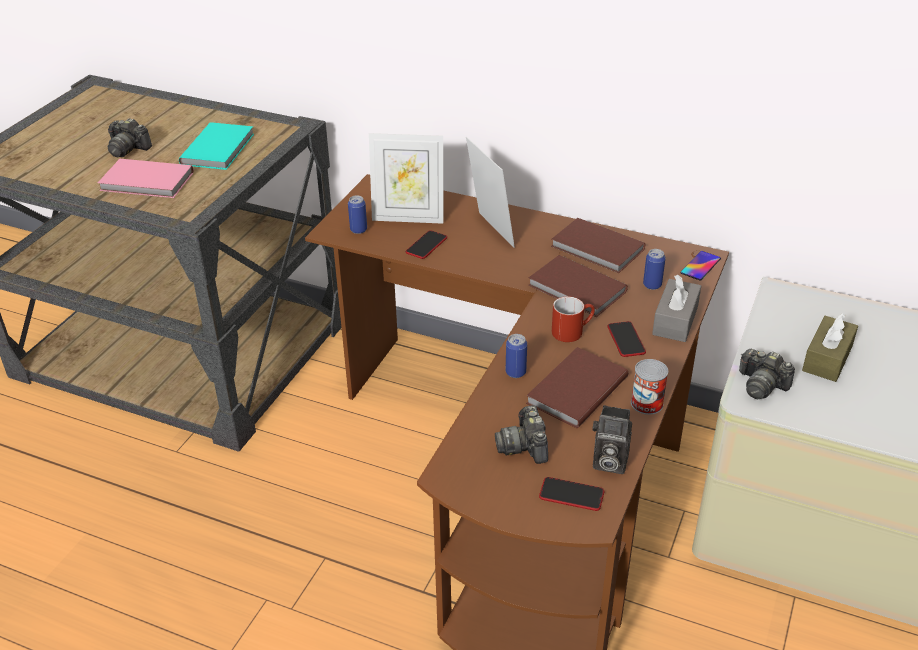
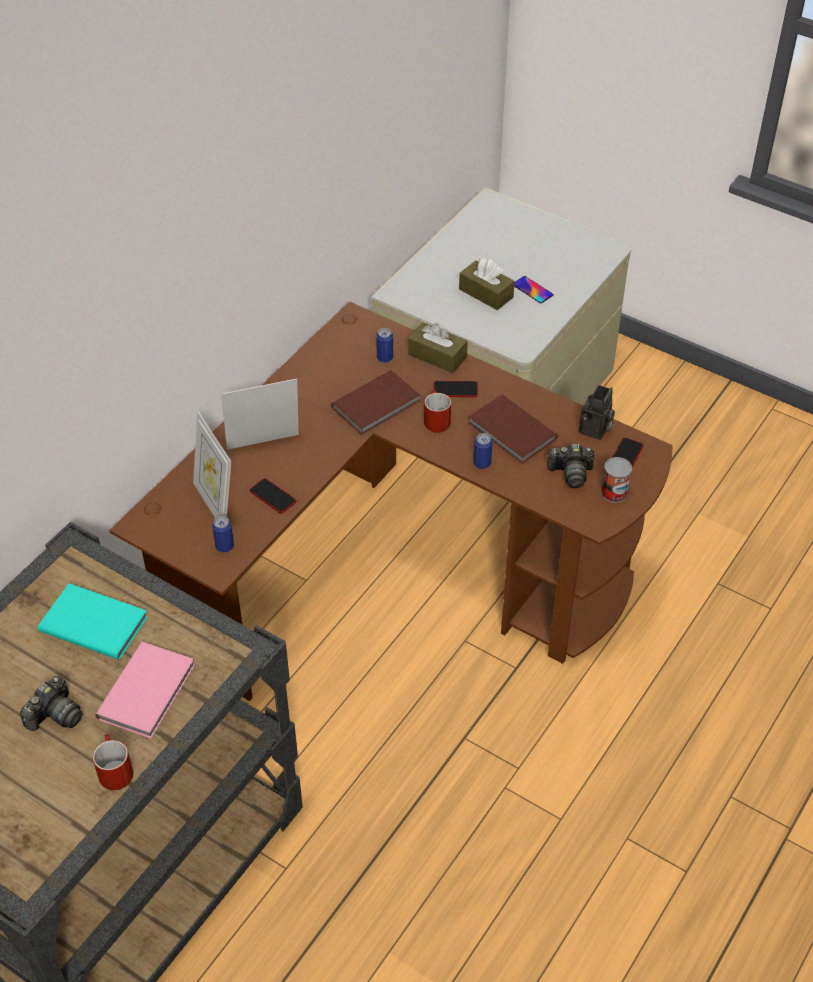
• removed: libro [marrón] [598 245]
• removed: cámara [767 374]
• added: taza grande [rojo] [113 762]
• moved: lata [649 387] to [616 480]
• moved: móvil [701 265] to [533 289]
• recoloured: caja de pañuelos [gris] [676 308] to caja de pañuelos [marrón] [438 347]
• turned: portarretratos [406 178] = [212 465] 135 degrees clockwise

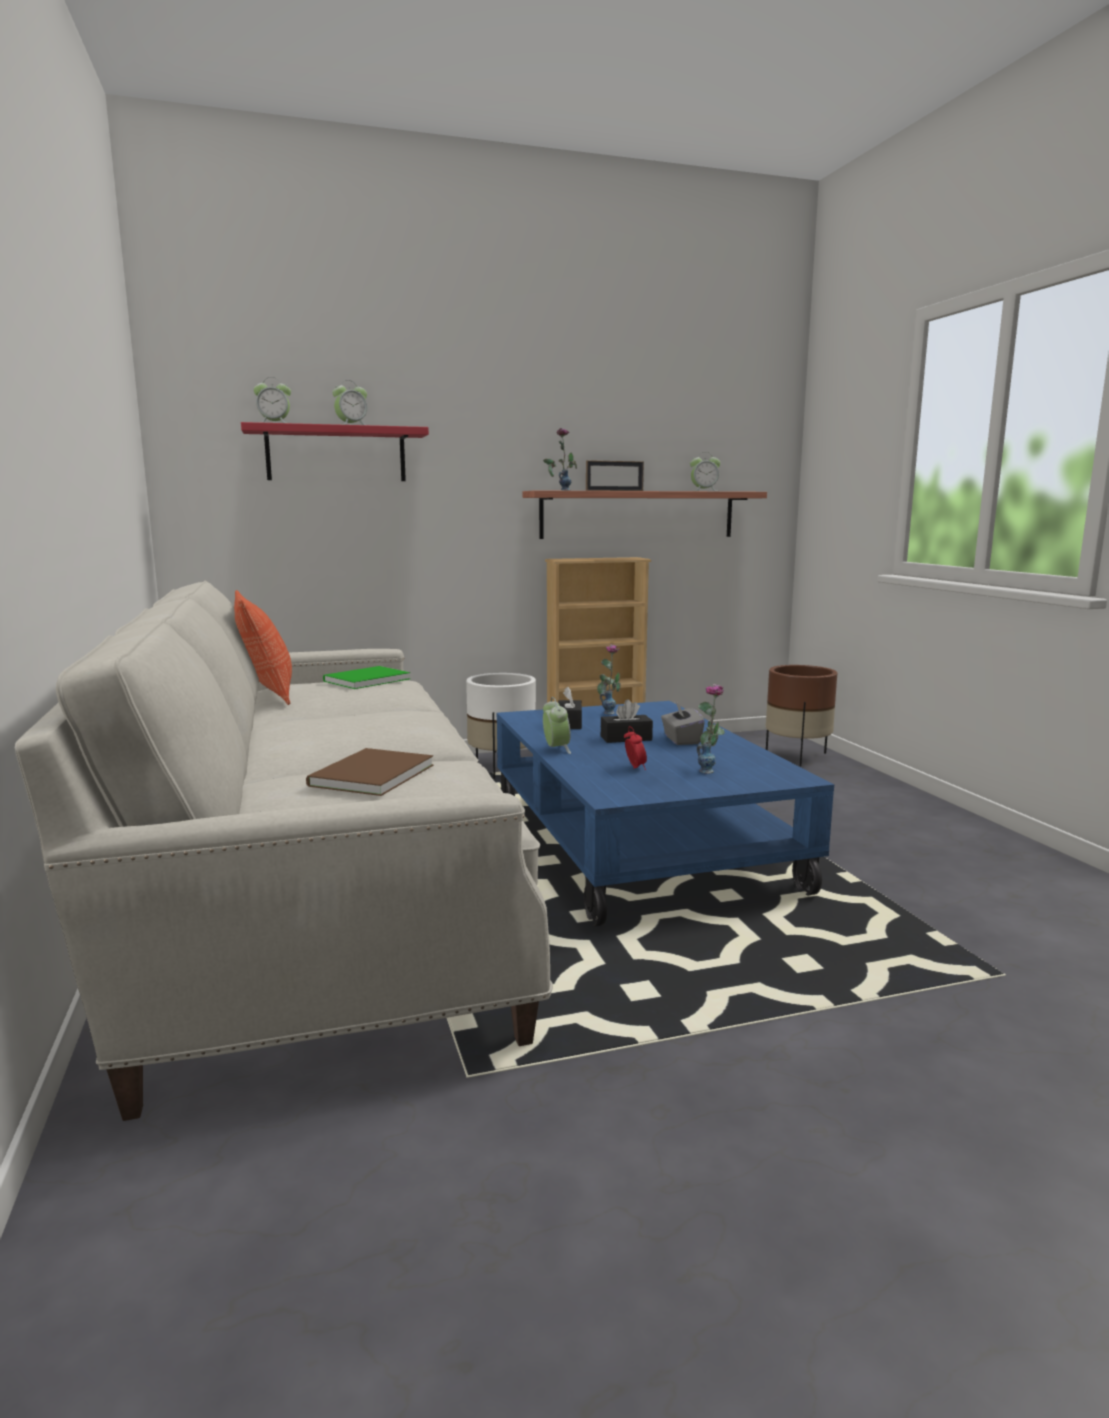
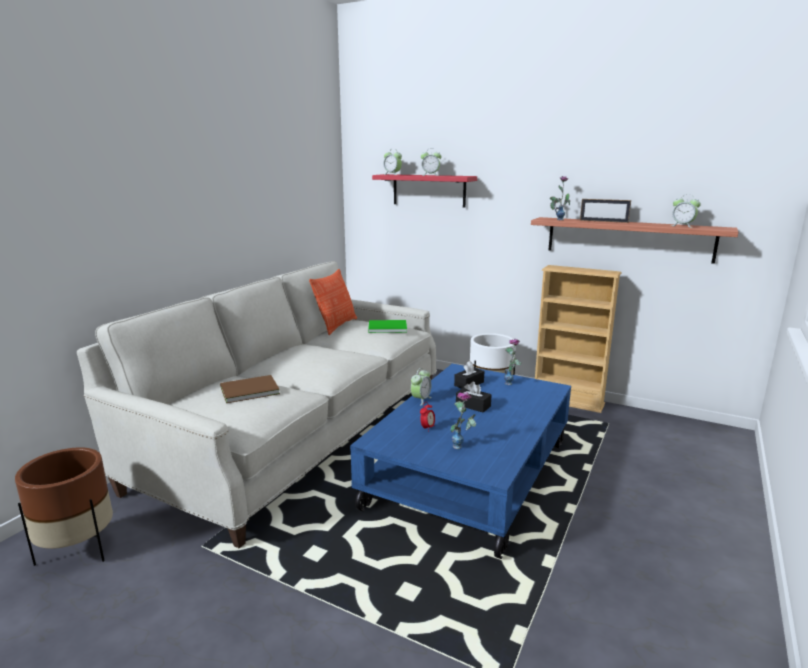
• removed: caja de pañuelos [gris] [683 722]
• moved: maceta [marrón] [801 715] to [64 506]

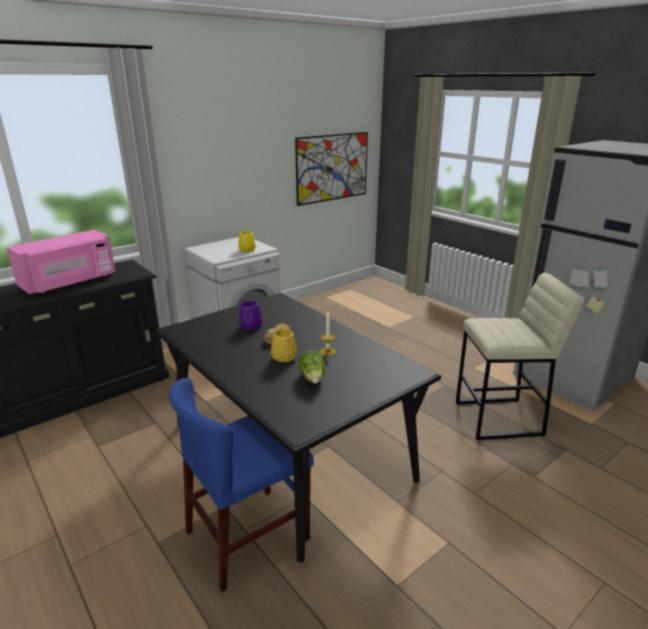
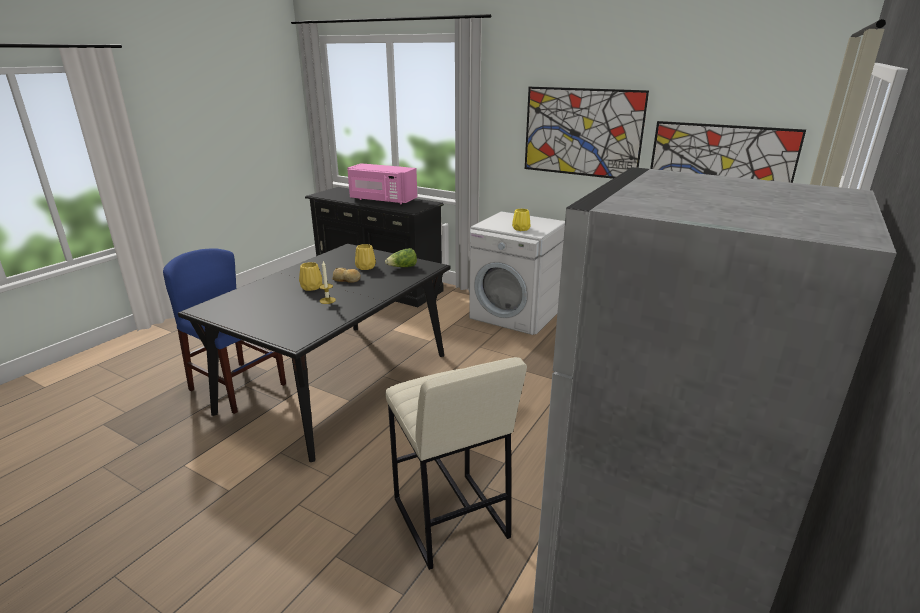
• added: cuadro [587 133]
• moved: lechuga [311 366] to [401 257]
• recoloured: florero [morado] [250 315] to florero [amarillo] [365 257]

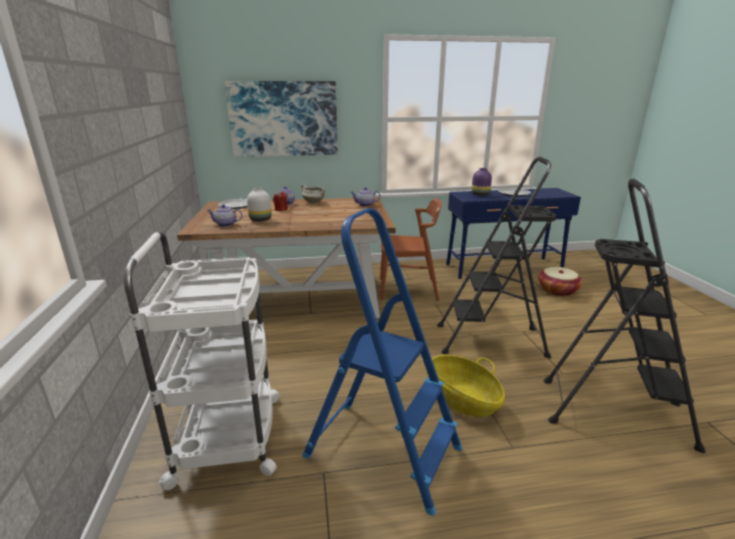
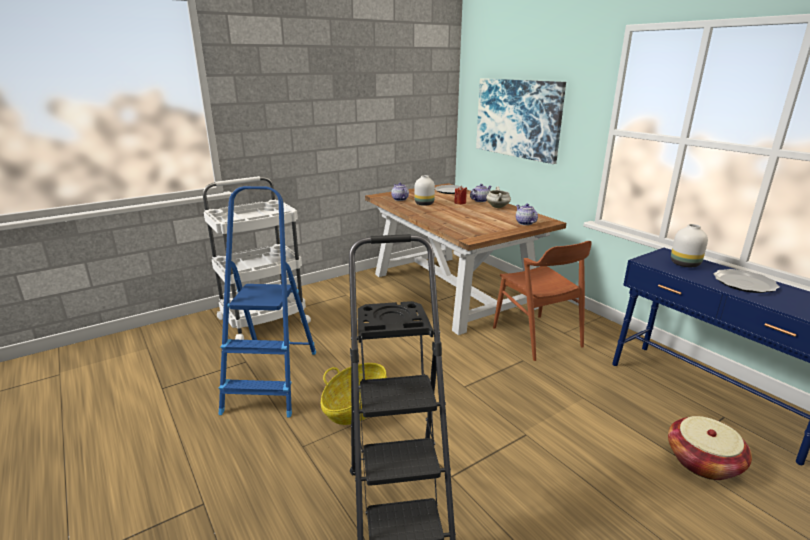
• removed: escalera de tijera [497 257]
• recoloured: florero [morado] [482 182] to florero [blanco] [689 245]

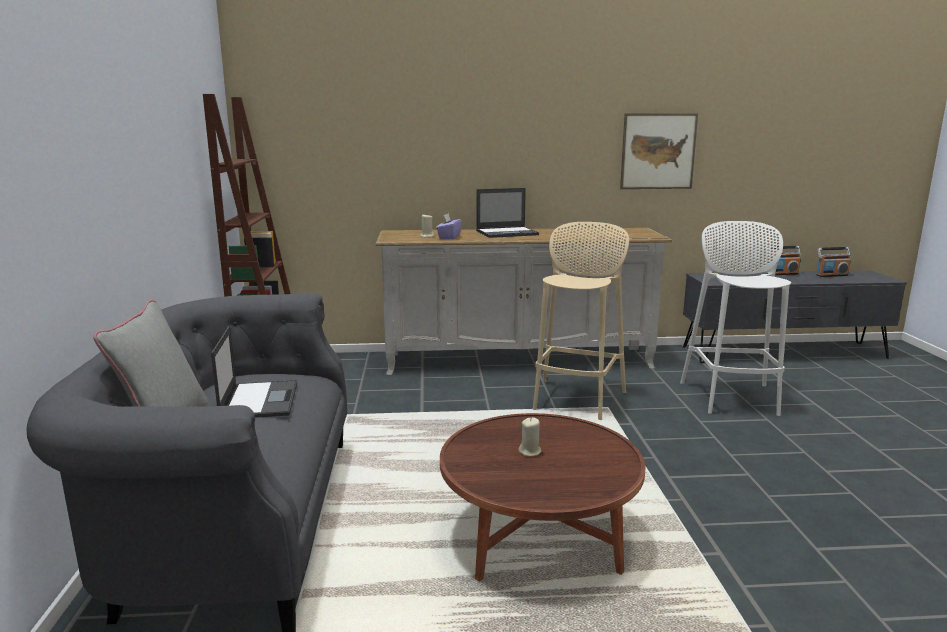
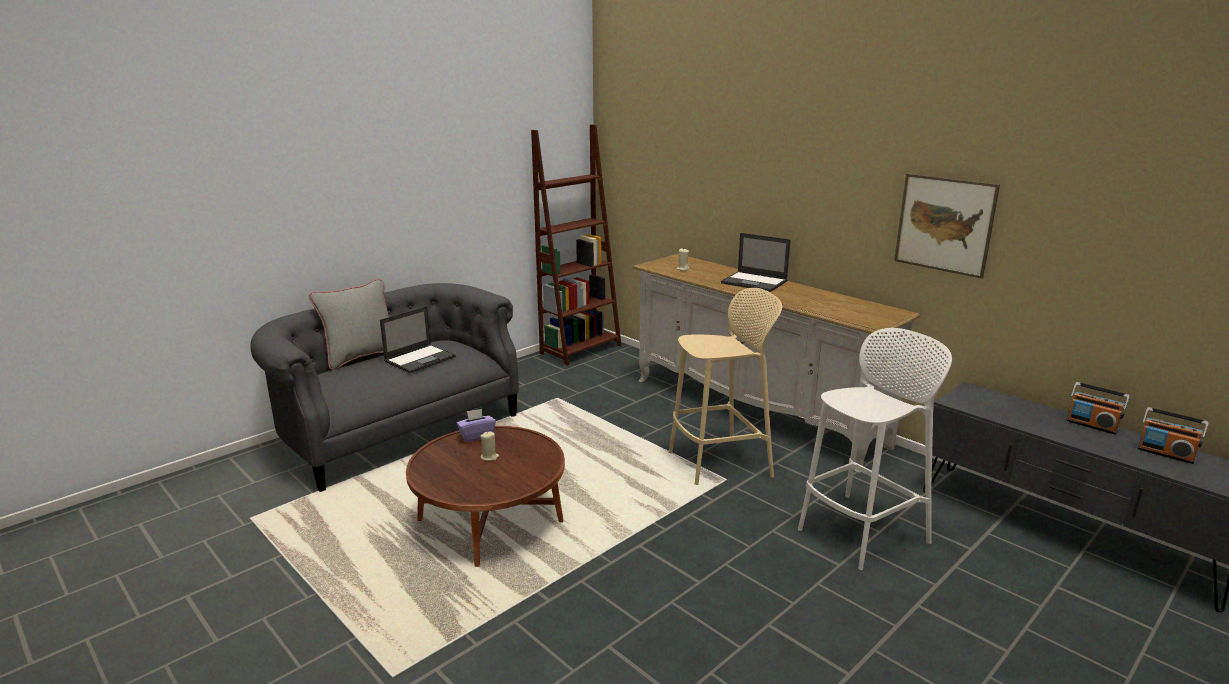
• moved: caja de pañuelos [morado] [449 226] to [476 425]

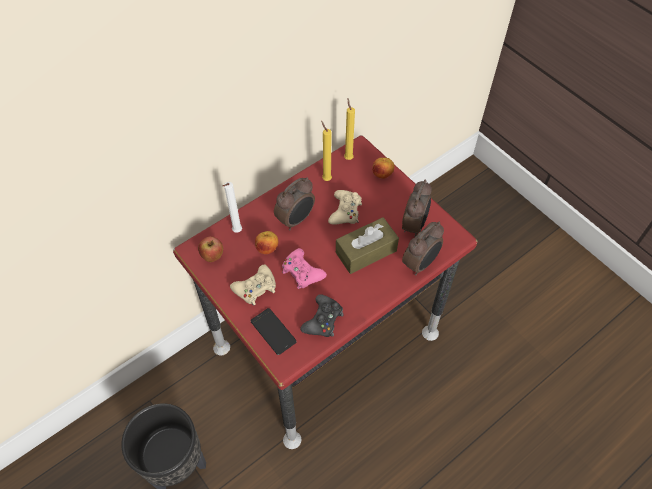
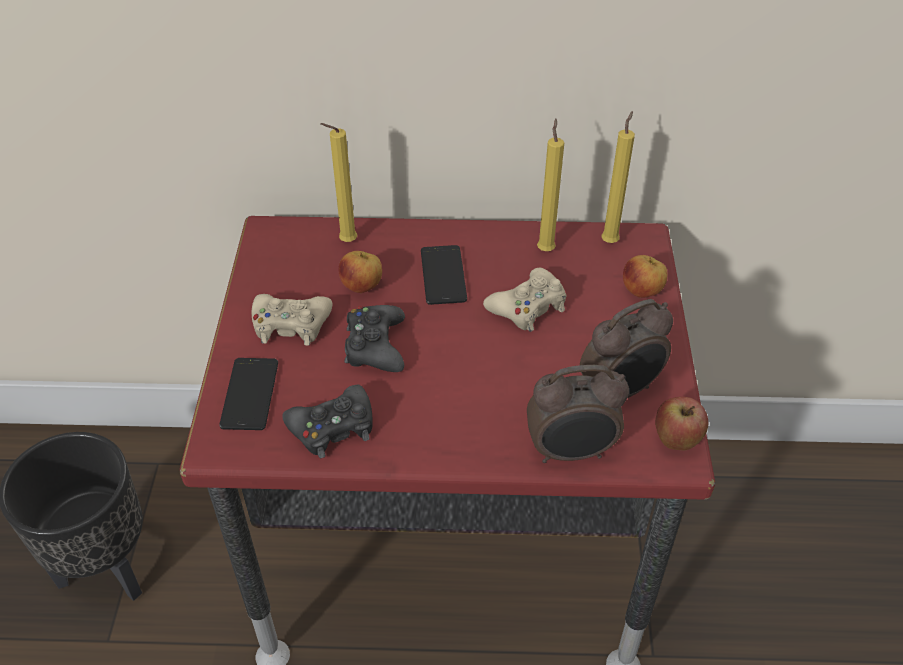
• removed: caja de pañuelos [marrón] [367 245]
• moved: manzana [210 249] to [681 423]
• replaced: despertador [294 204] to móvil [444 275]
• recoloured: vela [blanco] [232 207] to vela [amarillo] [338 182]
• recoloured: mando de consola [rosa] [304 268] to mando de consola [negro] [374 338]

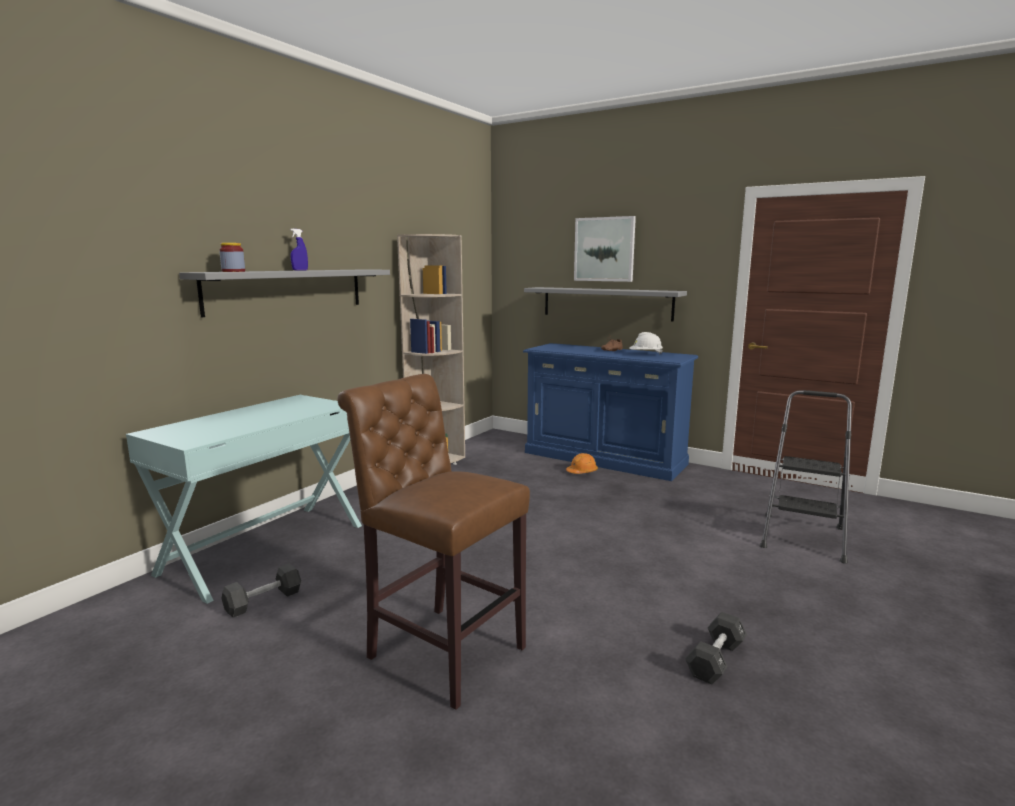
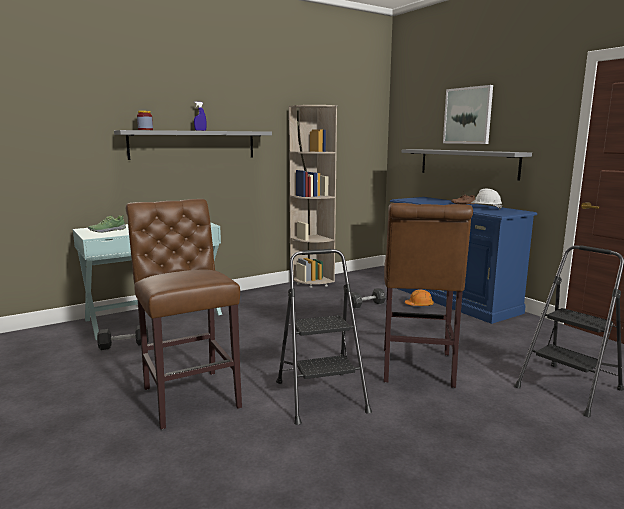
• added: zapato [107 224]
• added: escalera de tijera [negro] [324 337]
• added: taburete [marrón] [428 295]
• moved: mancuerna [negro] [716 648] to [368 298]

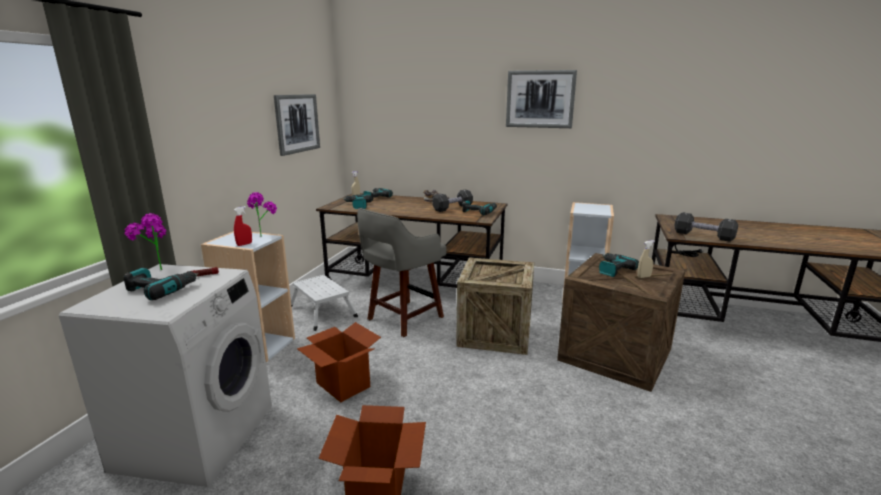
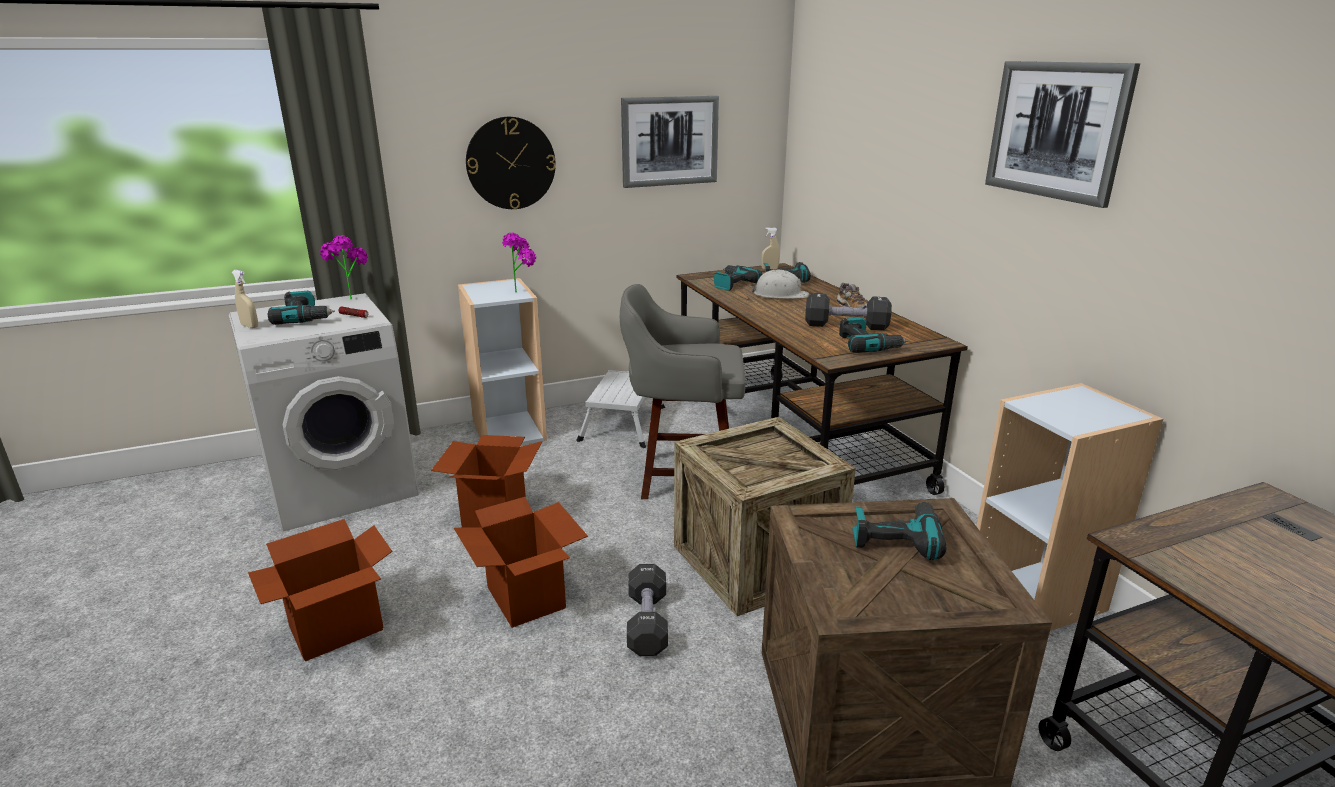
• removed: pulverizador [rojo] [243 226]
• added: caja de cartón [521 562]
• added: reloj de pared [511 163]
• added: casco [blanco] [779 284]
• moved: pulverizador [beis] [646 259] to [245 299]
• moved: mancuerna [negro] [706 227] to [647 610]

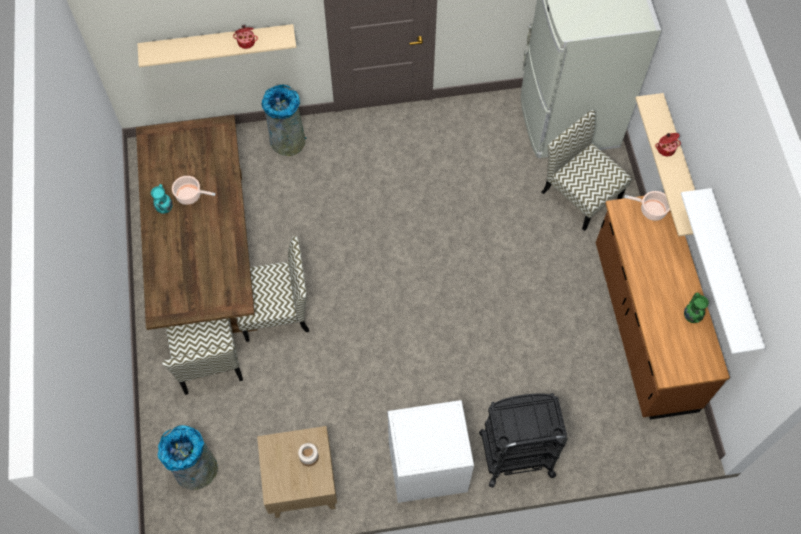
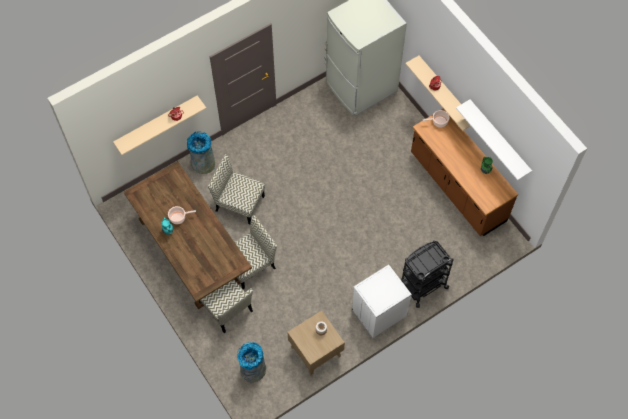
• moved: silla [587 170] to [236 189]

